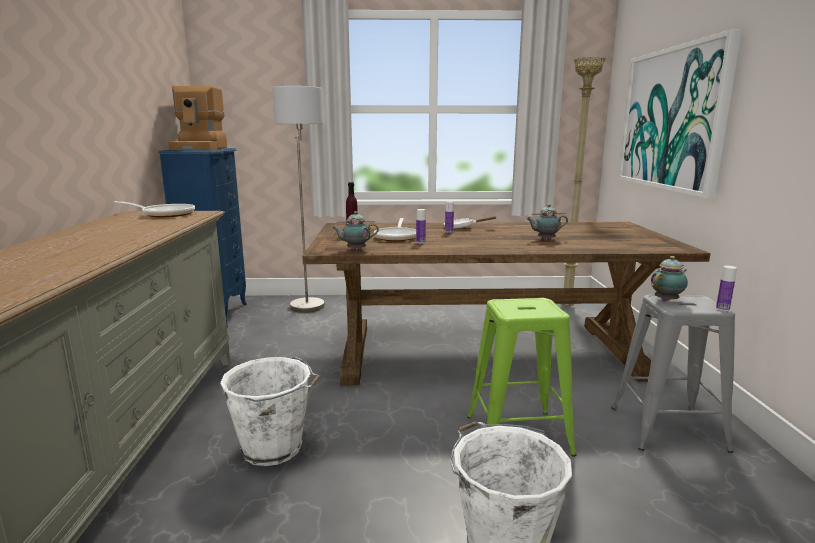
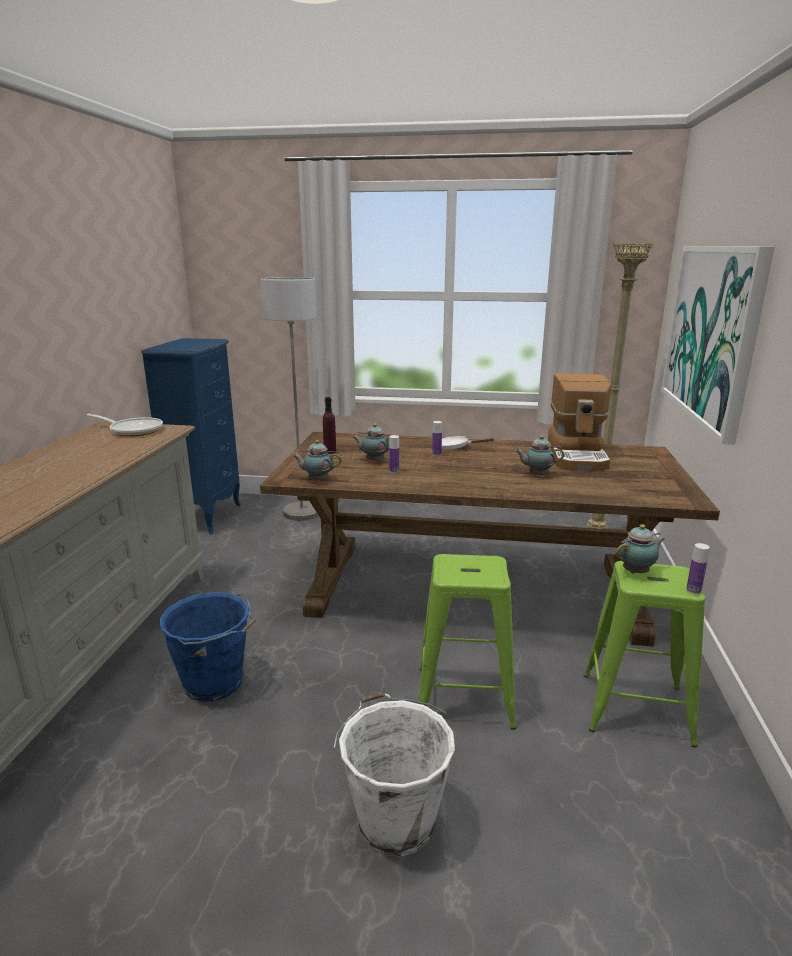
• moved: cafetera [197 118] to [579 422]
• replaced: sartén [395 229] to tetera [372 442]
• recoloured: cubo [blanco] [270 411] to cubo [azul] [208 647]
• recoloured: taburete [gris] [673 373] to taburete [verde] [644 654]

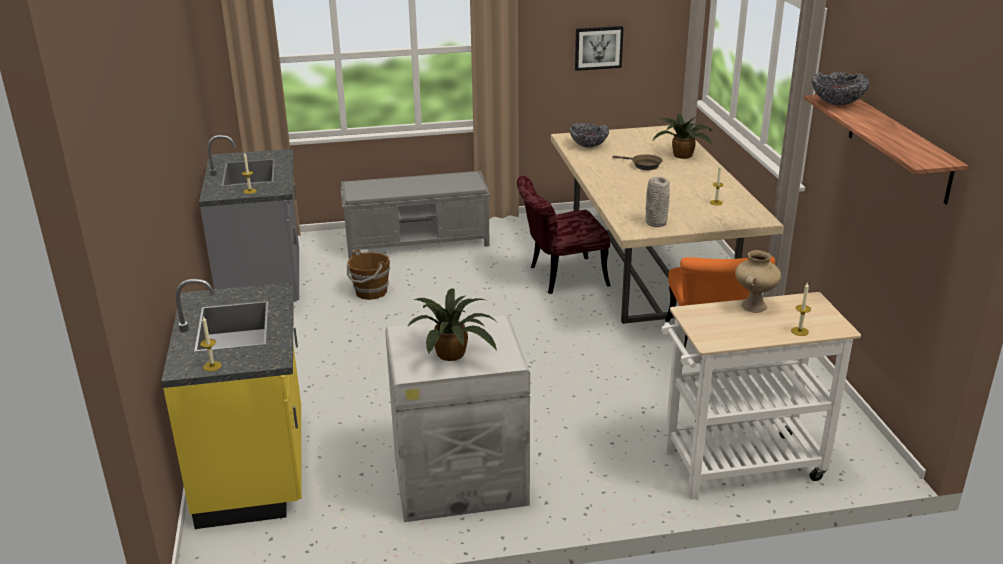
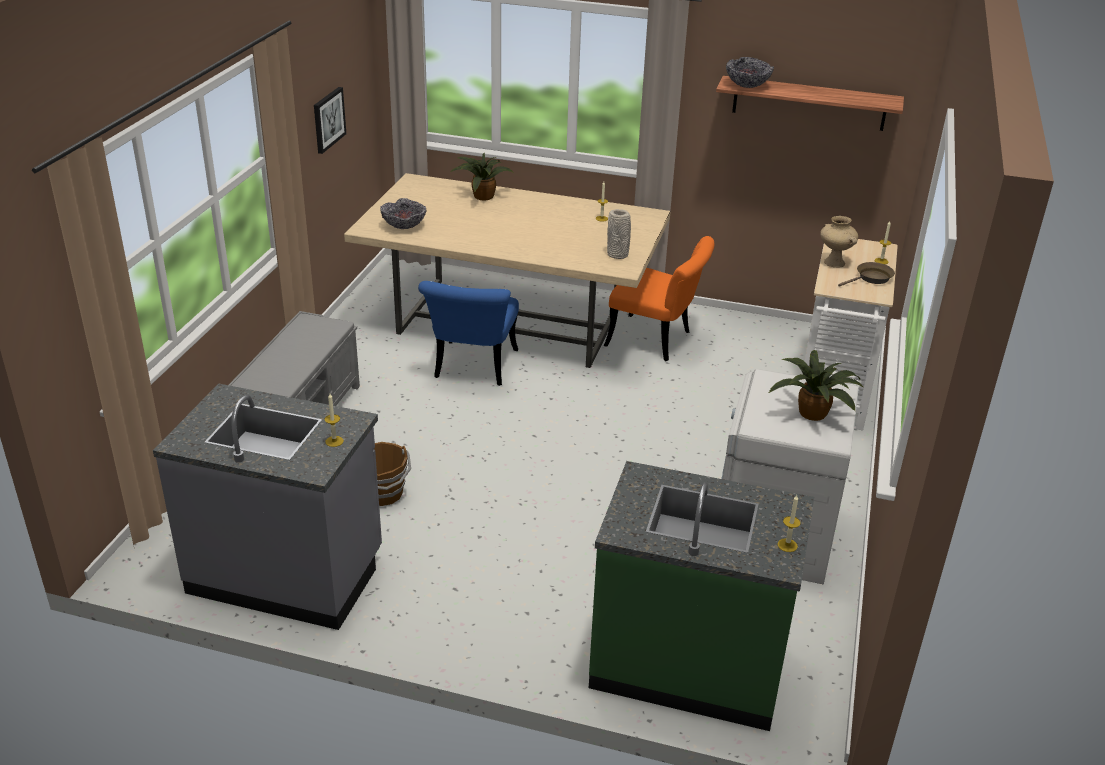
• moved: sartén [marrón] [638 162] to [866 274]
• recoloured: mueble bajo de cocina [amarillo] [231 404] to mueble bajo de cocina [verde] [701 596]
• recoloured: silla [rojo] [564 235] to silla [azul] [468 333]

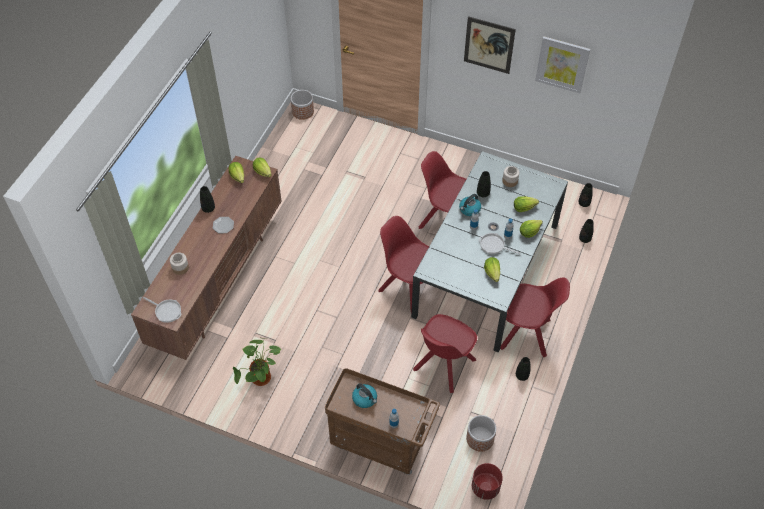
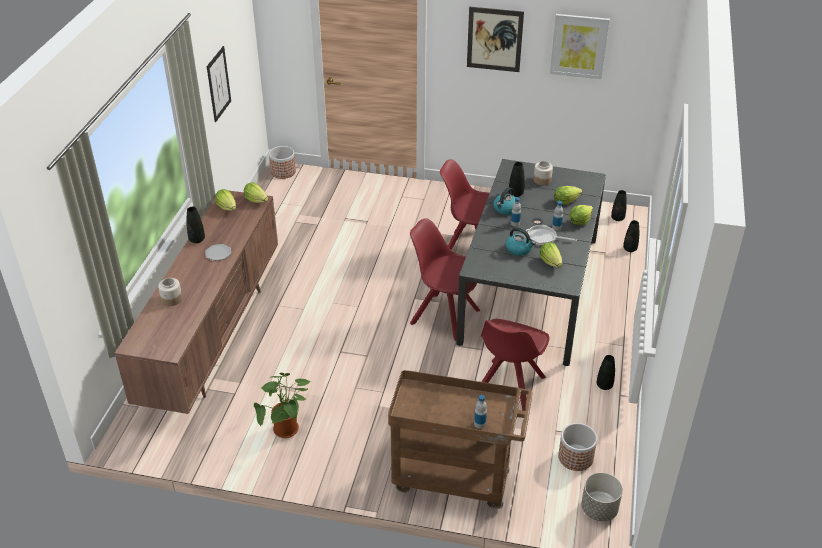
• removed: sartén [162 310]
• removed: silla [rojo] [535 317]
• added: cuadro [219 84]
• moved: hervidor [364 395] to [520 241]
• recoloured: maceta [rojo] [487 481] to maceta [gris] [602 497]

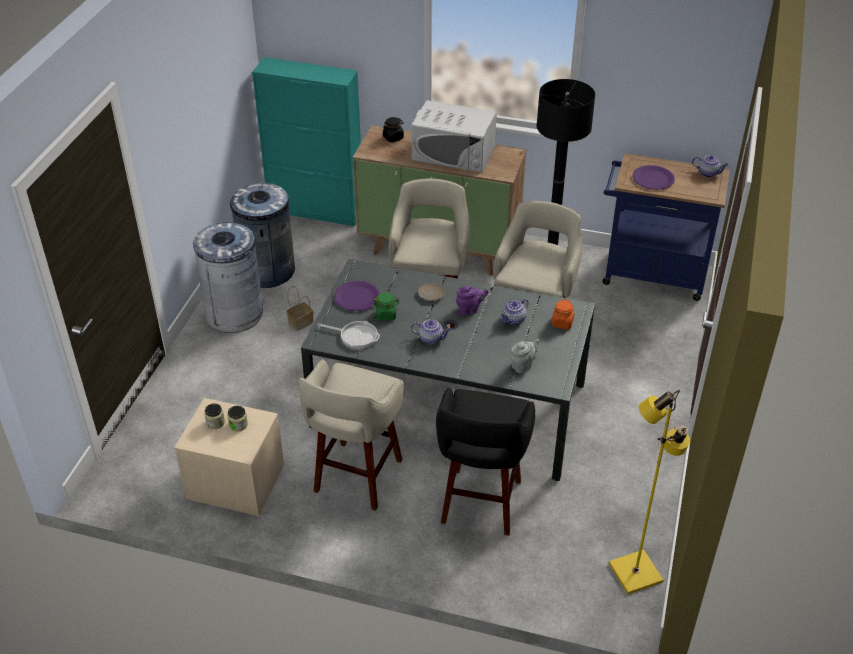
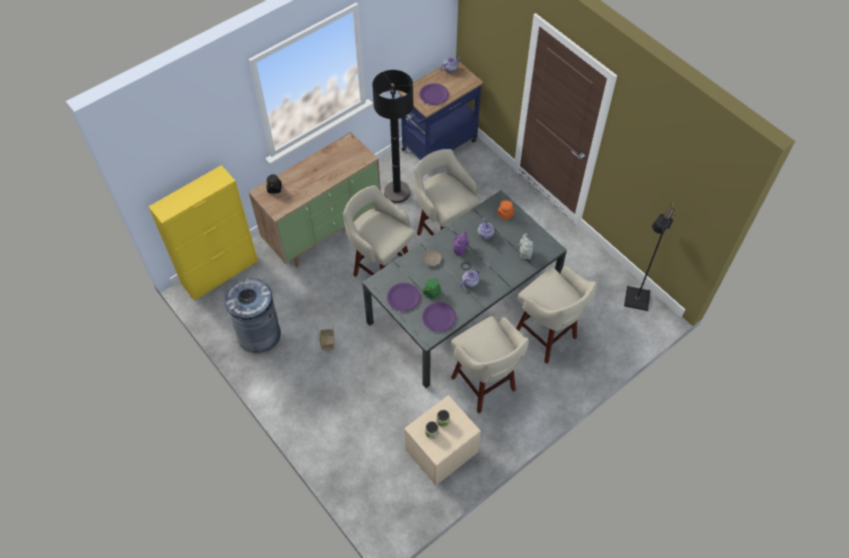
• removed: papelera [gris] [228 277]
• removed: microondas [blanco] [454 136]
• replaced: sartén [348 335] to plato [morado] [439 317]
• recoloured: armario [turquesa] [306 141] to armario [amarillo] [203 233]
• recoloured: taburete [negro] [485 462] to taburete [beis] [556 315]
• recoloured: lámpara de pie [amarillo] [649 492] to lámpara de pie [negro] [650 256]

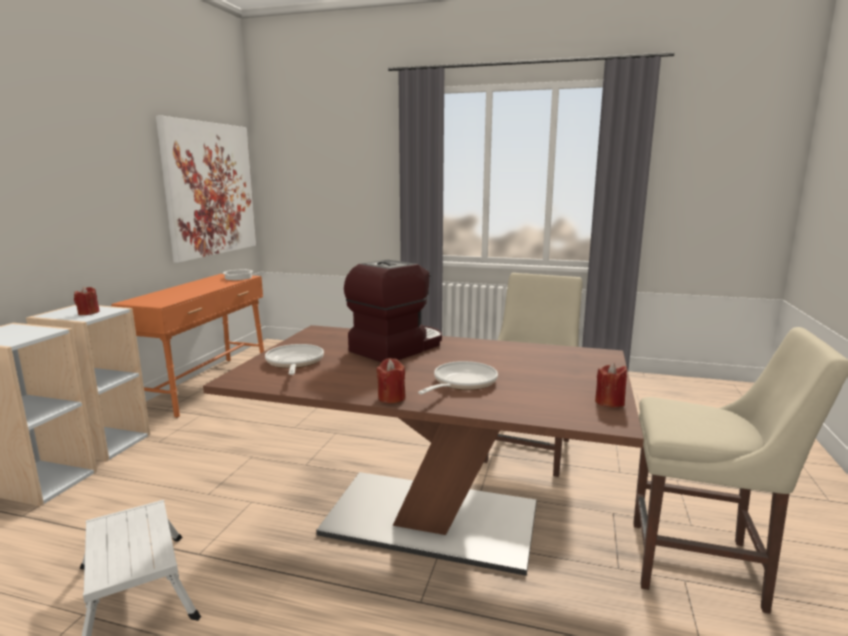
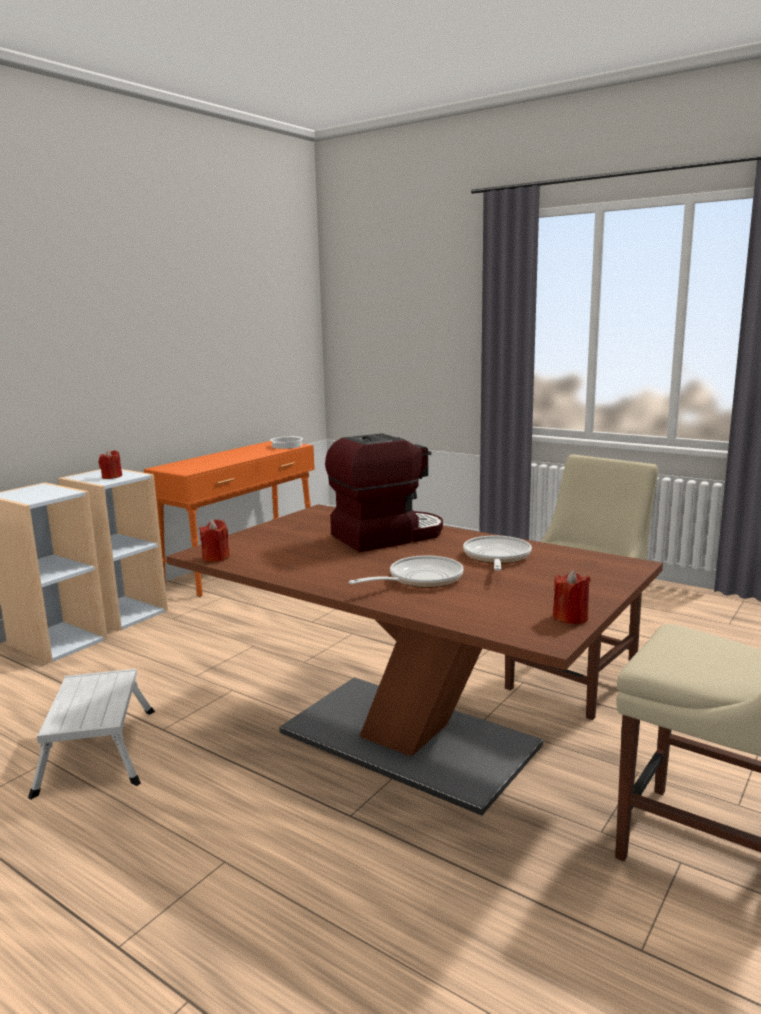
• removed: cuadro [206 189]
• moved: sartén [294 359] to [497 553]
• moved: vela [rojo] [391 380] to [214 540]

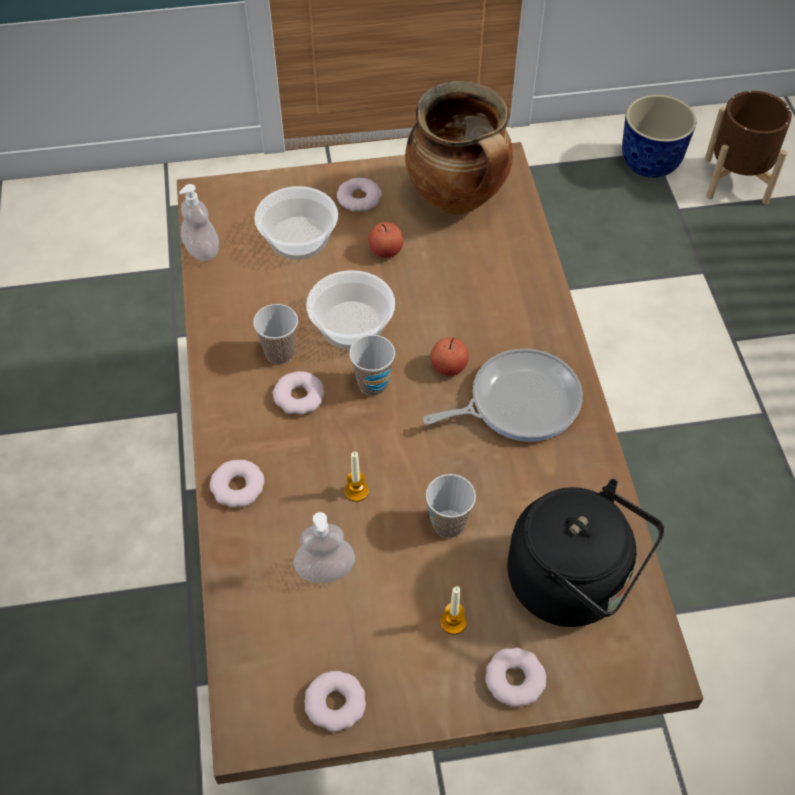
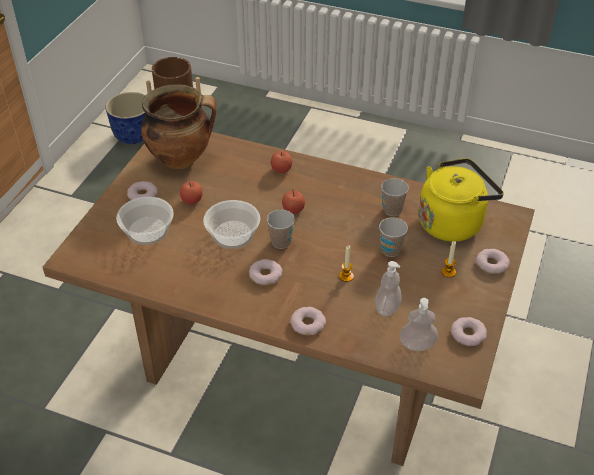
• removed: sartén [503 395]
• added: manzana [281 162]
• moved: dispensador de jabón [199 222] to [419 324]
• moved: taza [275 334] to [395 197]
• recoloured: hervidor [negro] [585 553] to hervidor [amarillo] [461 200]

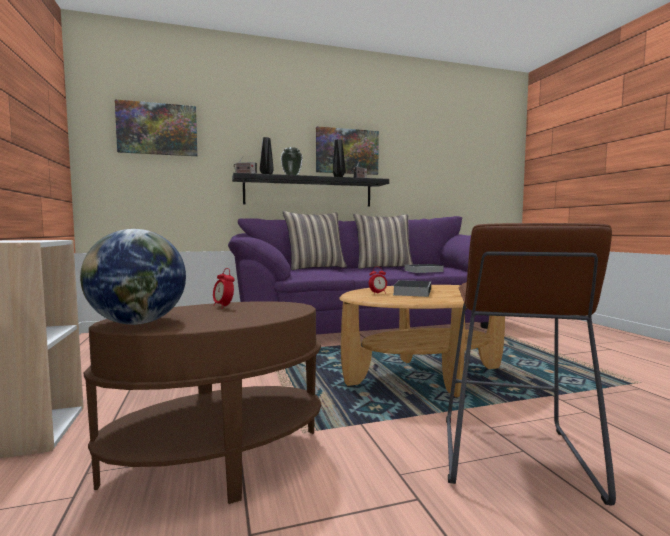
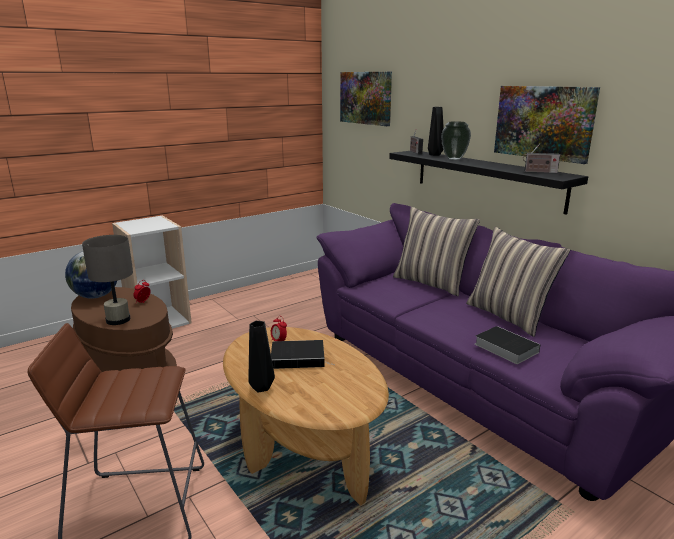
• added: lámpara de mesa [gris] [107 280]
• moved: florero [negro] [339 158] to [261 357]

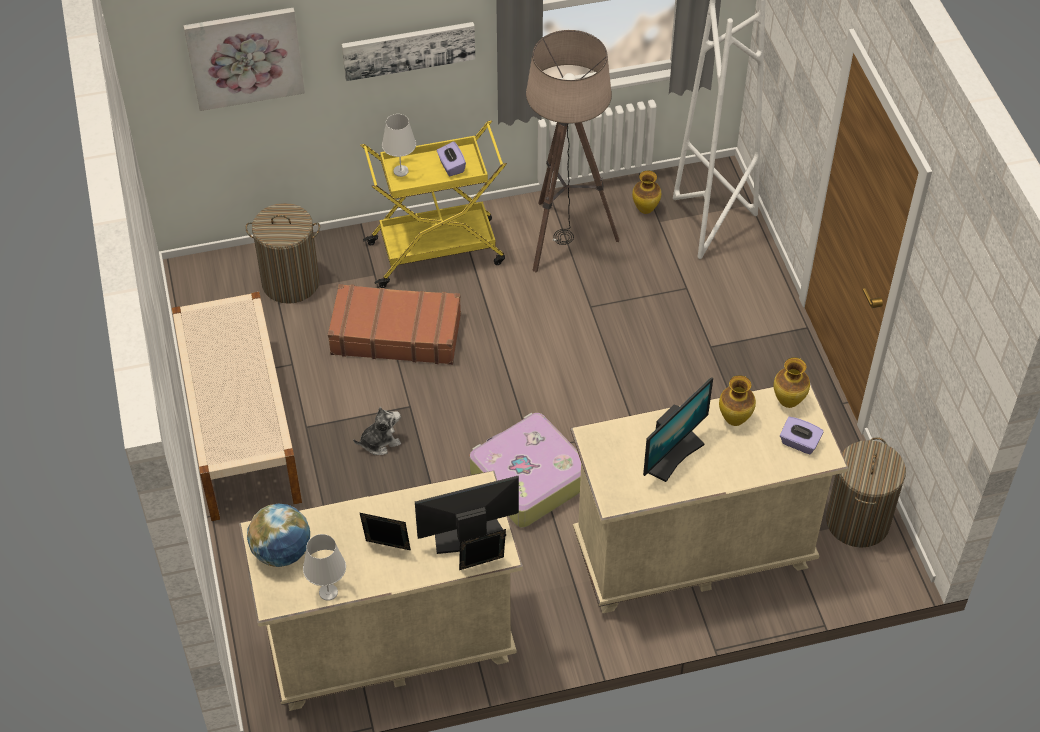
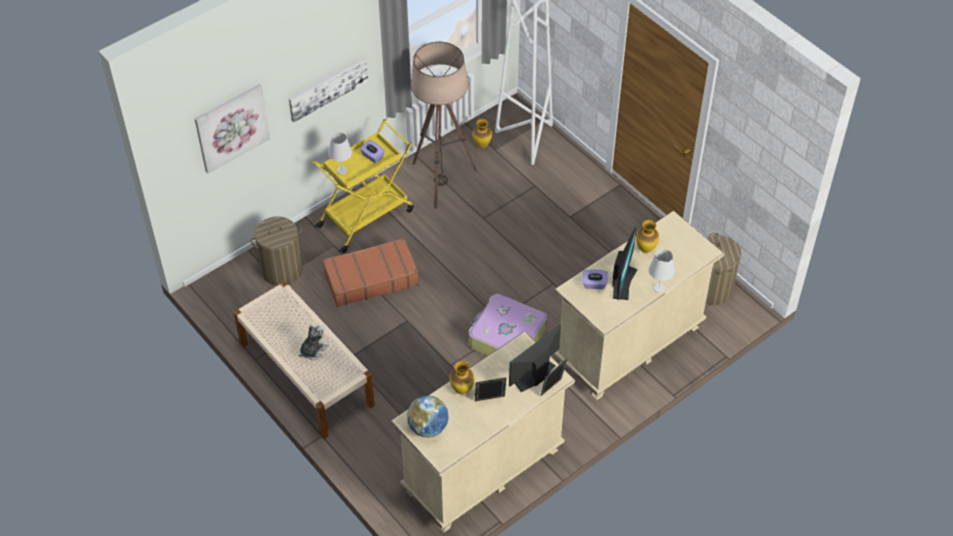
• moved: lámpara de mesa [blanco] [324 567] to [662 271]
• moved: peluche [377 431] to [313 342]
• moved: florero [792 382] to [462 377]
• moved: caja de pañuelos [morado] [802 435] to [595 279]

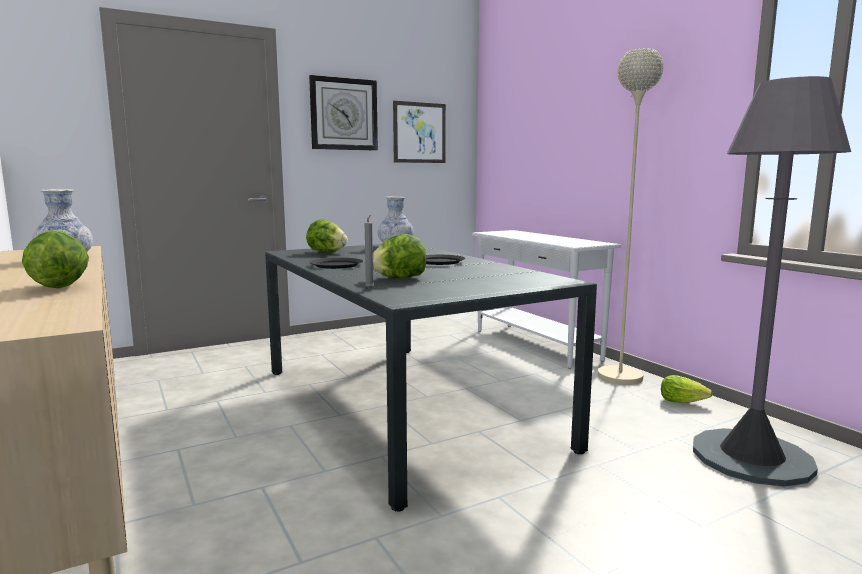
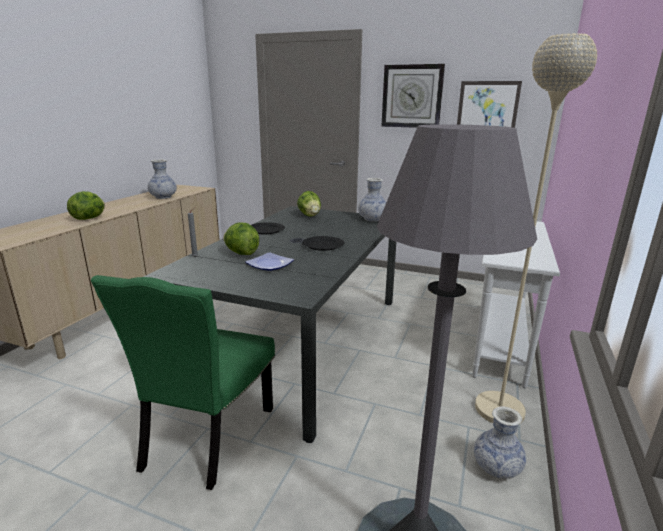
• added: silla [verde] [183 382]
• added: plato [269 261]
• replaced: lechuga [686 389] to florero [500 442]

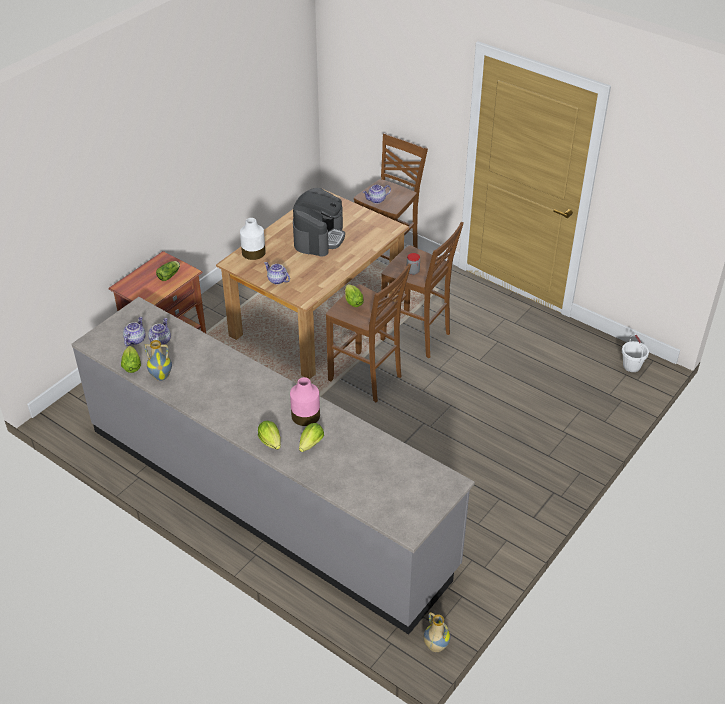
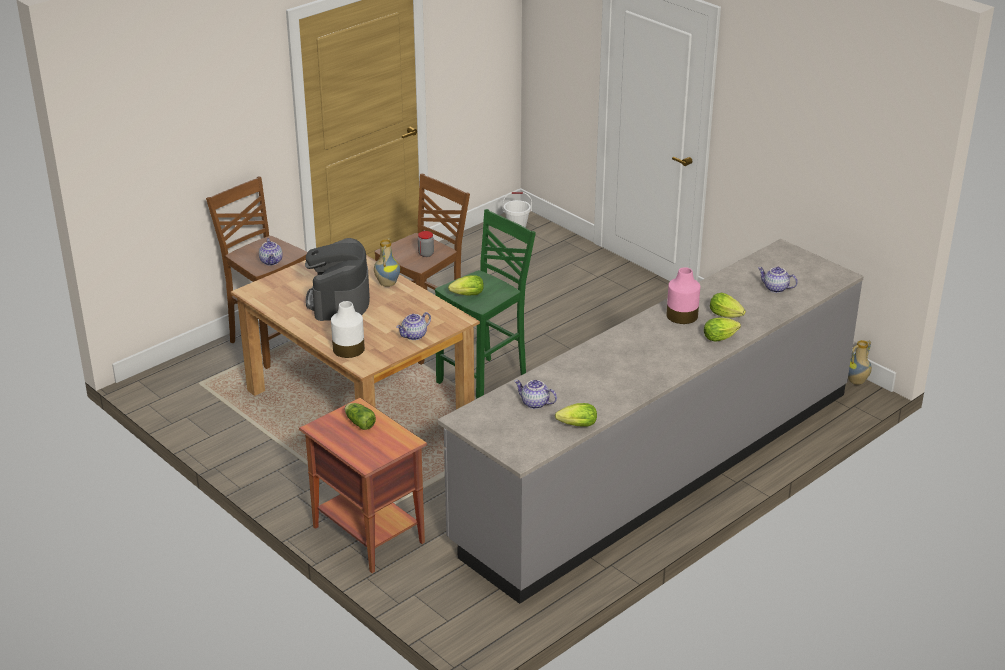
• moved: tetera [134 331] to [778 279]
• moved: florero [158 360] to [387 262]
• recoloured: taburete [marrón] [368 332] to taburete [verde] [485 304]
• turned: cafetera [319 222] = [337 279] 120 degrees counterclockwise

